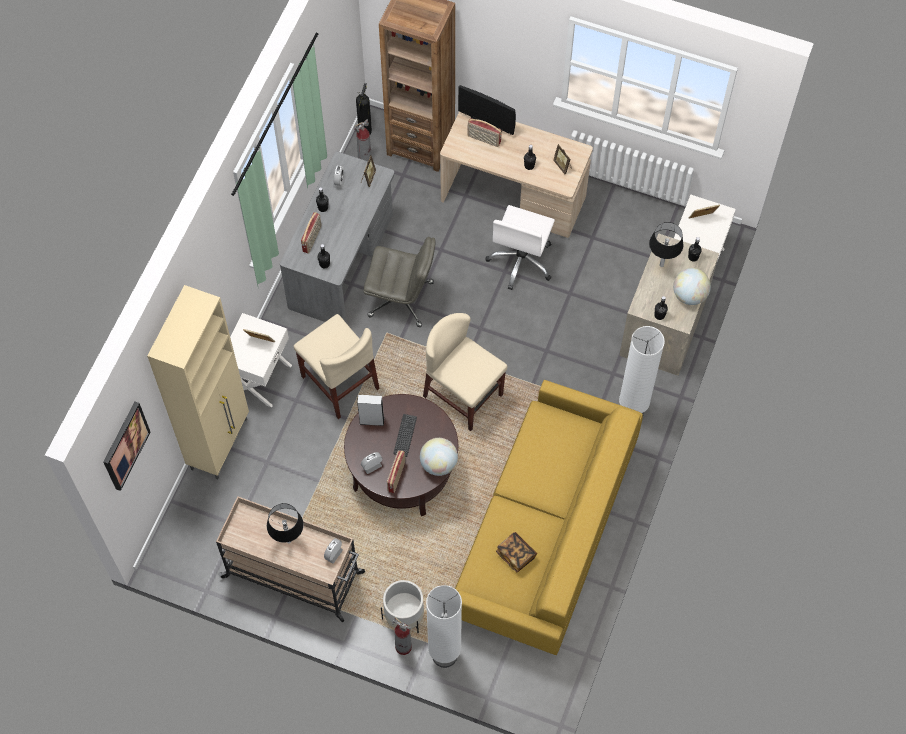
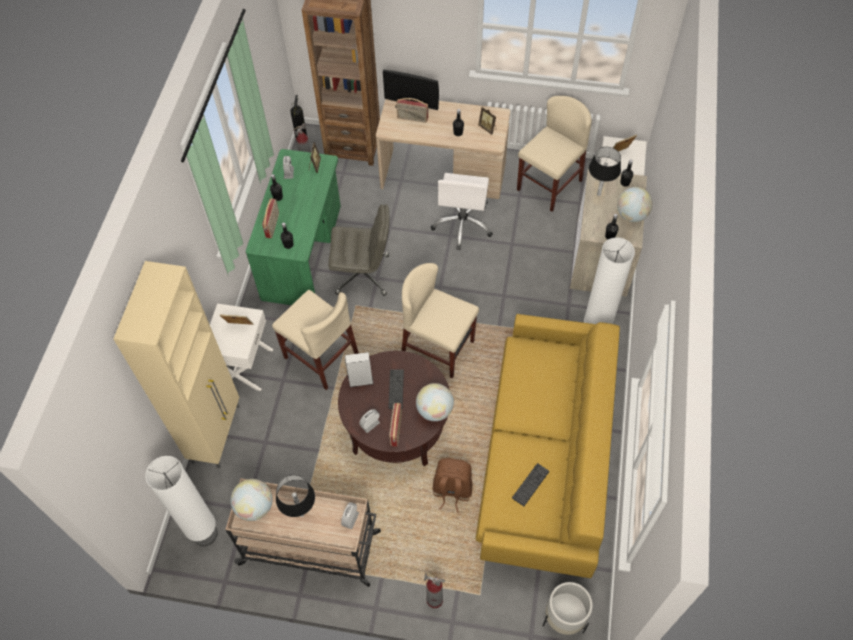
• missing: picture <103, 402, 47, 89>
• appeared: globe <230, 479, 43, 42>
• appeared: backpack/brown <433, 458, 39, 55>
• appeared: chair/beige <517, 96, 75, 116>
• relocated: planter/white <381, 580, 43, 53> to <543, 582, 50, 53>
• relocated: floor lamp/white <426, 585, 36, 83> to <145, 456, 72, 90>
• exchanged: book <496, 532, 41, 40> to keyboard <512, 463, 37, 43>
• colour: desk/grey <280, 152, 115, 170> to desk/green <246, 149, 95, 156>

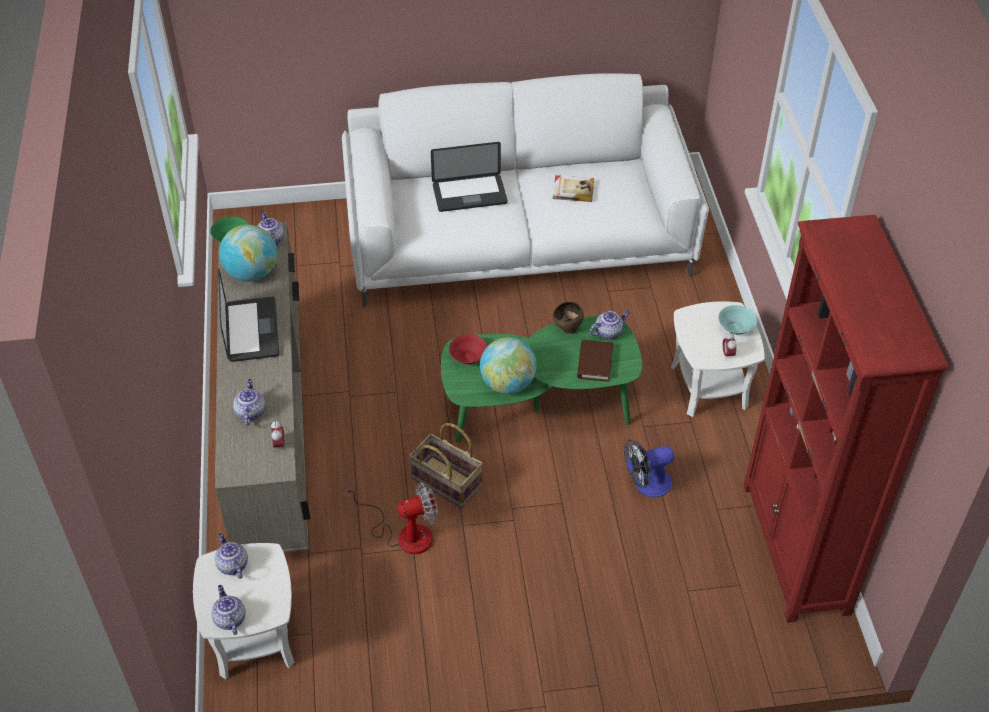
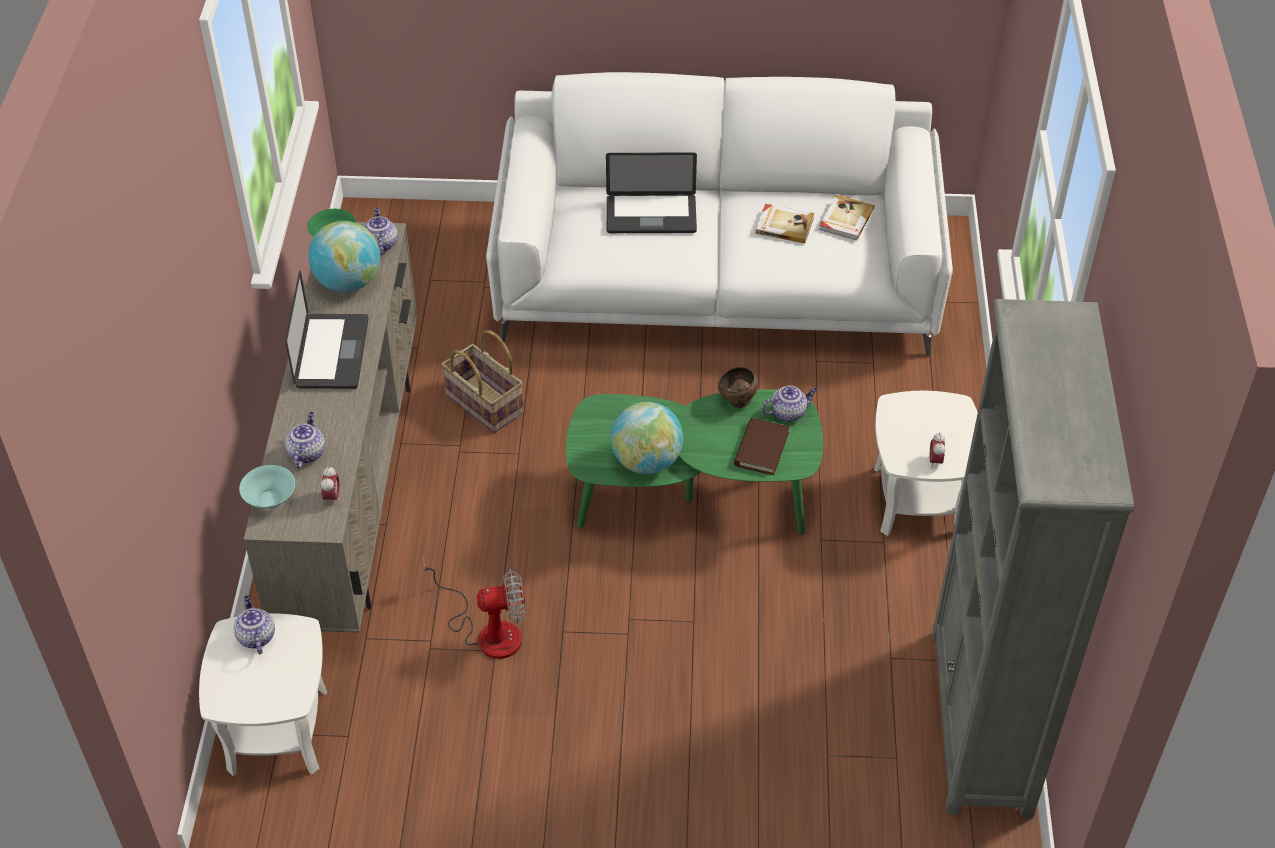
• missing: teapot <211, 585, 35, 50>
• missing: bowl/red <449, 334, 38, 31>
• missing: fan <624, 439, 50, 58>
• appeared: book <819, 194, 55, 46>
• relocated: basket <409, 423, 74, 85> to <441, 330, 83, 103>
• relocated: bowl/turquoise <718, 305, 39, 30> to <239, 465, 56, 43>
• colour: bookcase/red <743, 215, 205, 408> to bookcase/grey <932, 299, 202, 519>

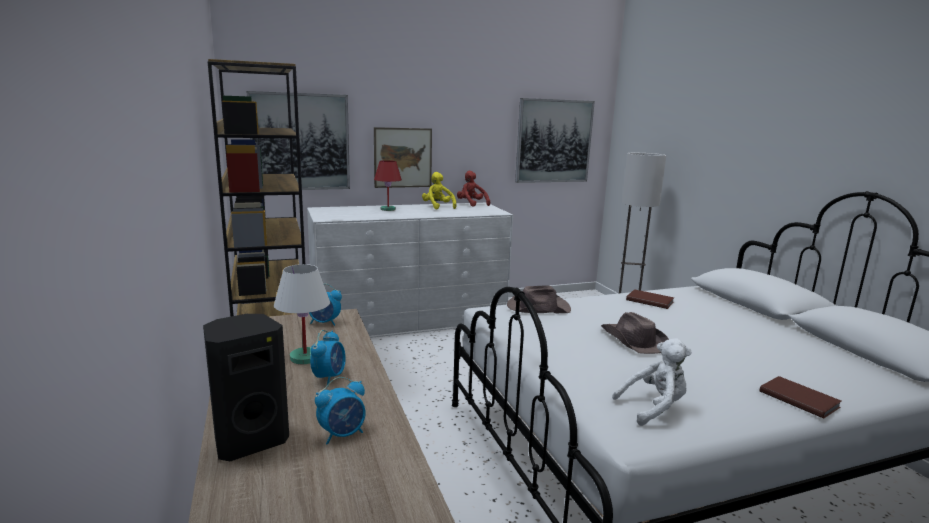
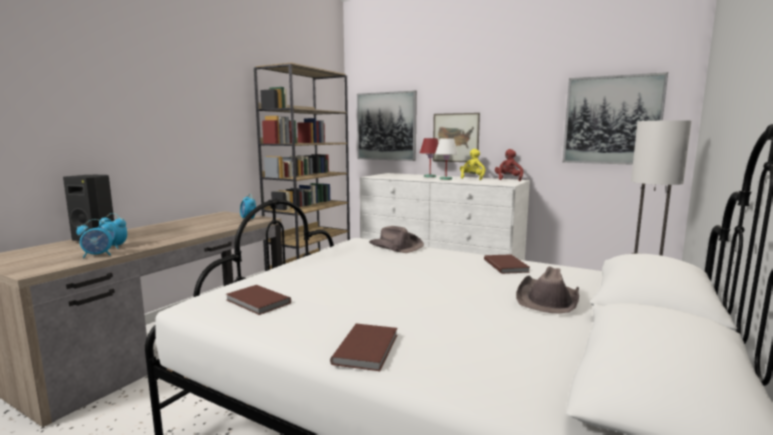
• relocated: table lamp/white <274, 264, 56, 100> to <435, 138, 23, 42>
• relocated: alarm clock <310, 330, 36, 55> to <76, 219, 38, 40>
• relocated: hat/brown <601, 312, 68, 42> to <516, 267, 63, 46>
• exchanged: plush toy/white <612, 338, 80, 88> to book/brown <226, 285, 65, 30>

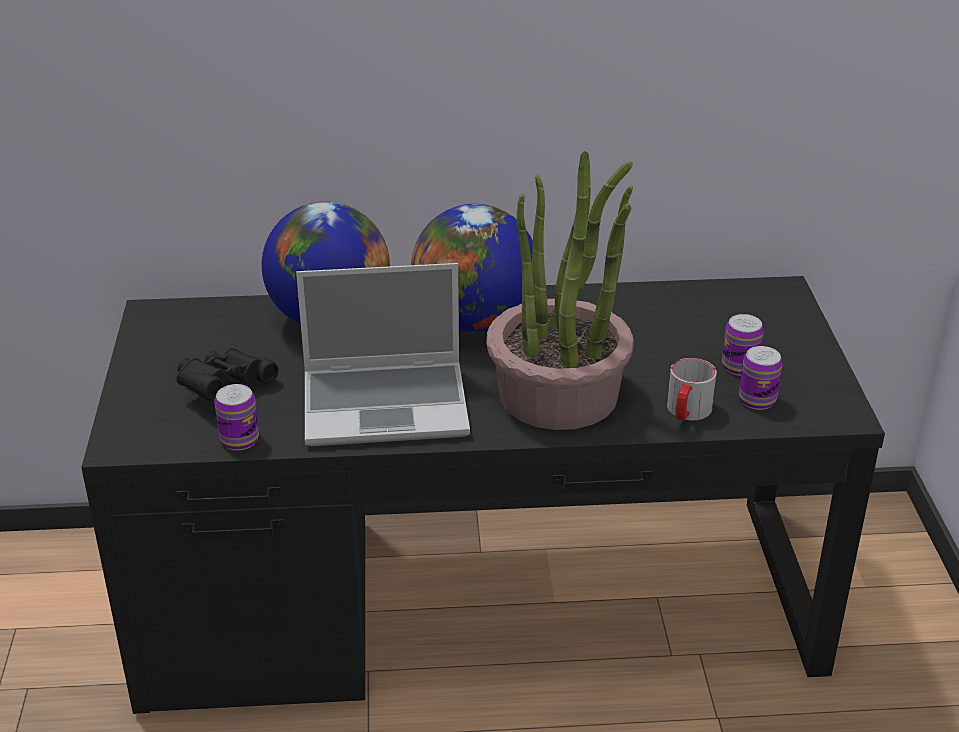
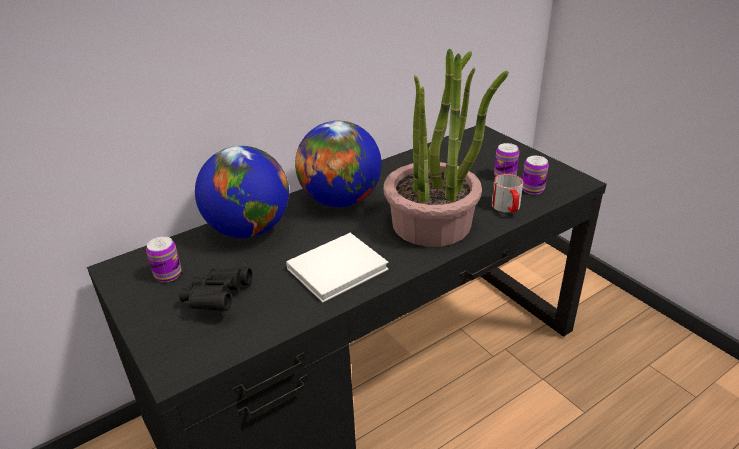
• relocated: can <214, 384, 45, 66> to <146, 236, 35, 46>
• exchanged: laptop <296, 263, 174, 183> to book/white <286, 233, 103, 70>

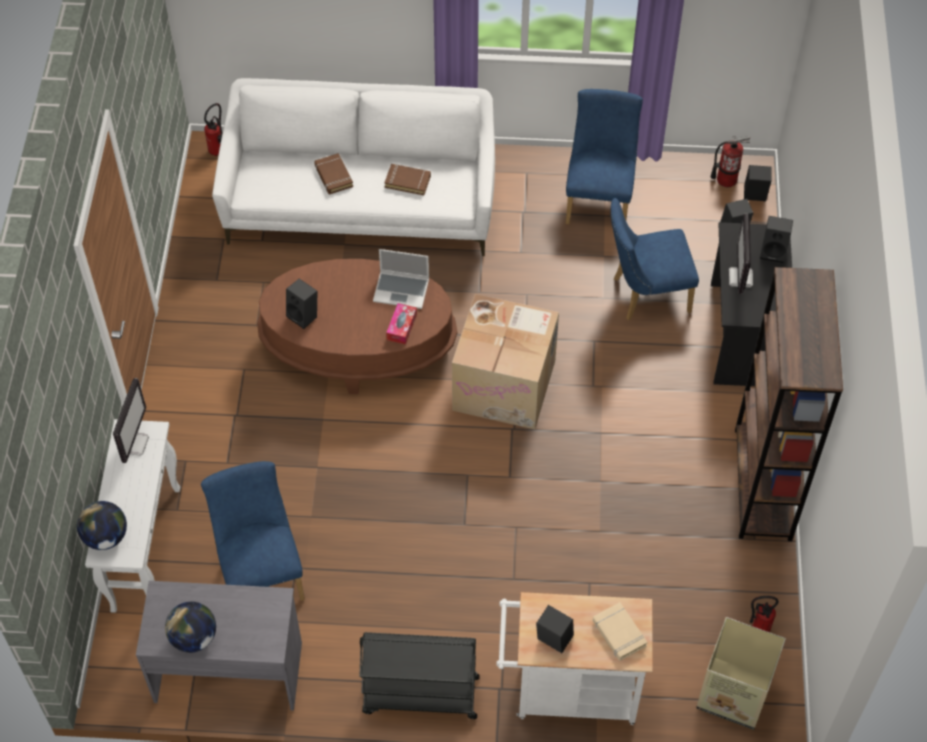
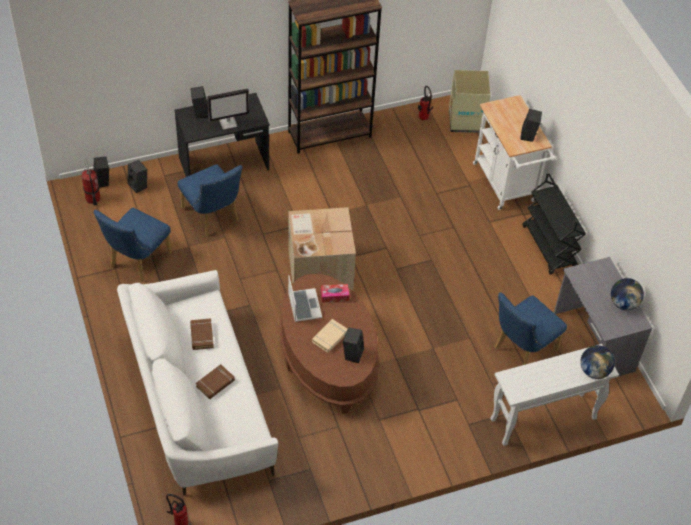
• missing: monitor <113, 378, 36, 85>
• relocated: book/beige <593, 602, 55, 59> to <312, 319, 35, 34>
• spun: chair/blue <566, 89, 77, 135> = <93, 208, 79, 74> 45 degrees counterclockwise

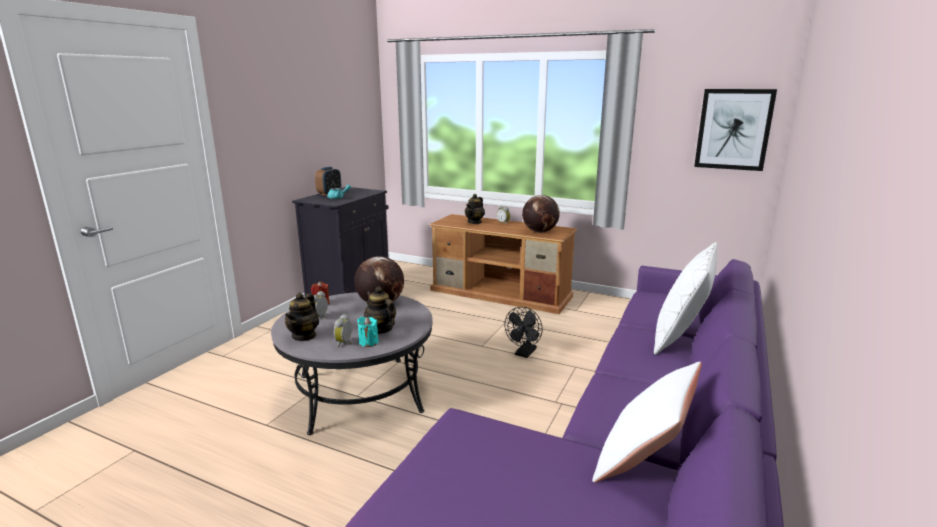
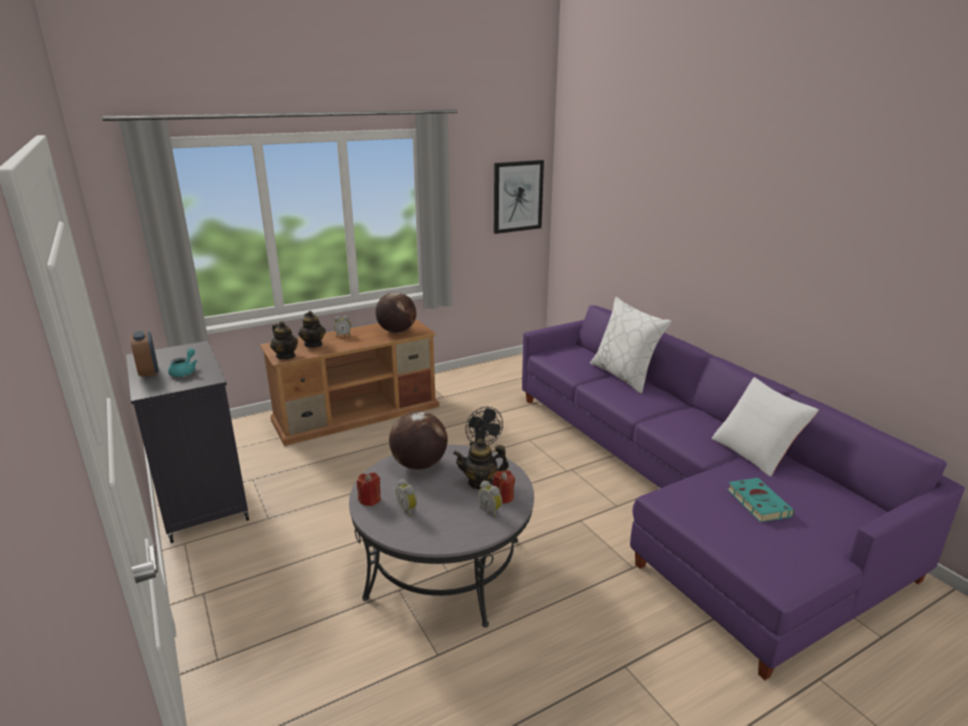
• appeared: book/turquoise <727, 478, 67, 44>
• relocated: teapot <285, 293, 34, 48> to <270, 321, 28, 38>
• colour: candle/turquoise <357, 317, 22, 30> to candle/red <493, 470, 22, 34>

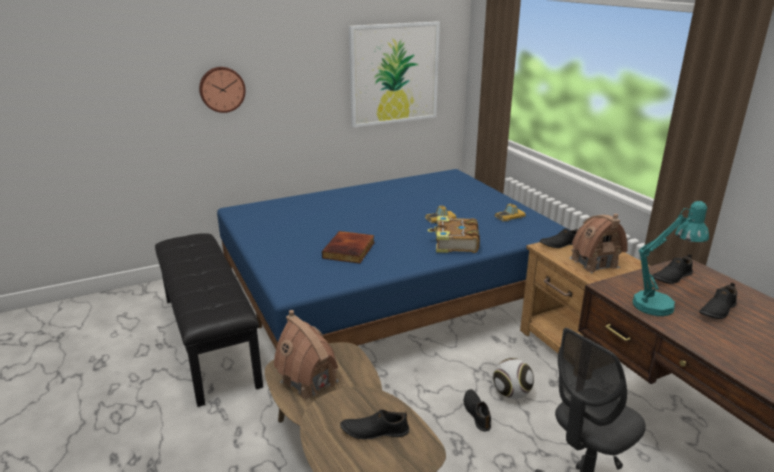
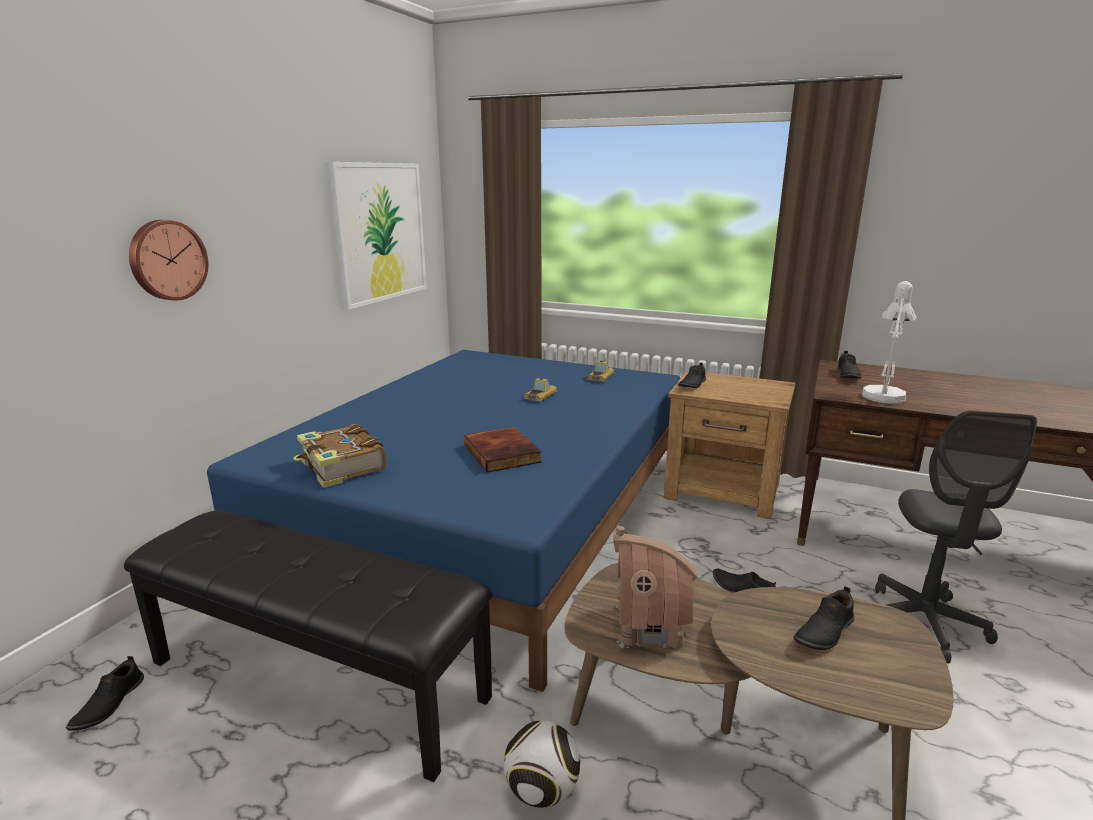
• missing: toy house <570, 214, 57, 60>
• relocated: book <427, 216, 53, 37> to <293, 424, 93, 64>
• relocated: football <493, 358, 41, 41> to <504, 721, 76, 87>
• relocated: shoe/black <699, 282, 38, 37> to <66, 656, 78, 75>
• colour: table lamp/turquoise <632, 201, 77, 115> to table lamp/white <862, 281, 54, 123>

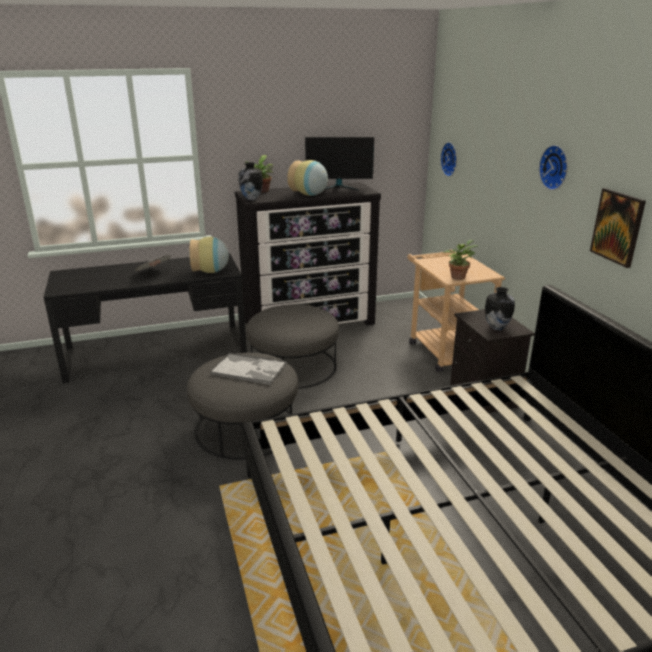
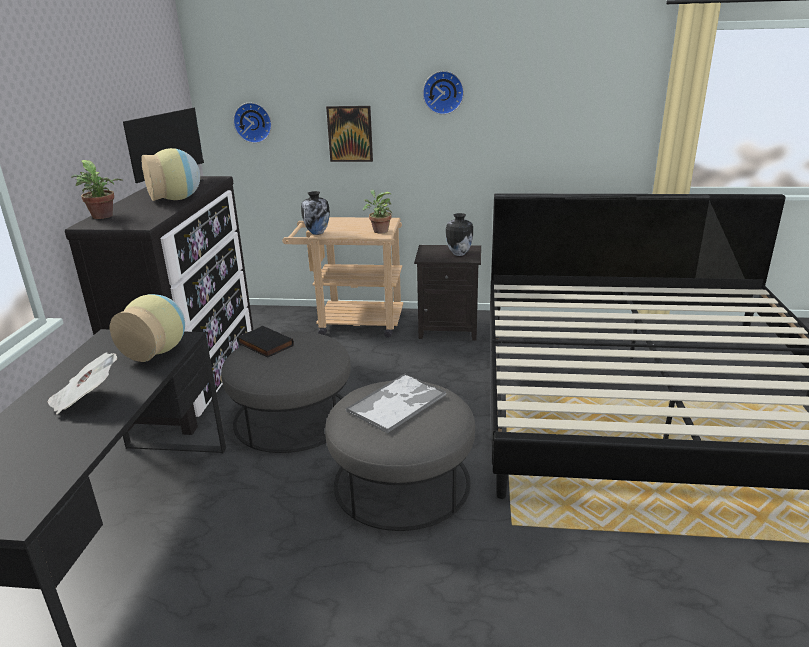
• appeared: book/black <238, 326, 56, 32>
• relocated: vase <238, 162, 25, 38> to <301, 191, 29, 44>
• relocated: picture <590, 188, 56, 80> to <326, 106, 47, 56>

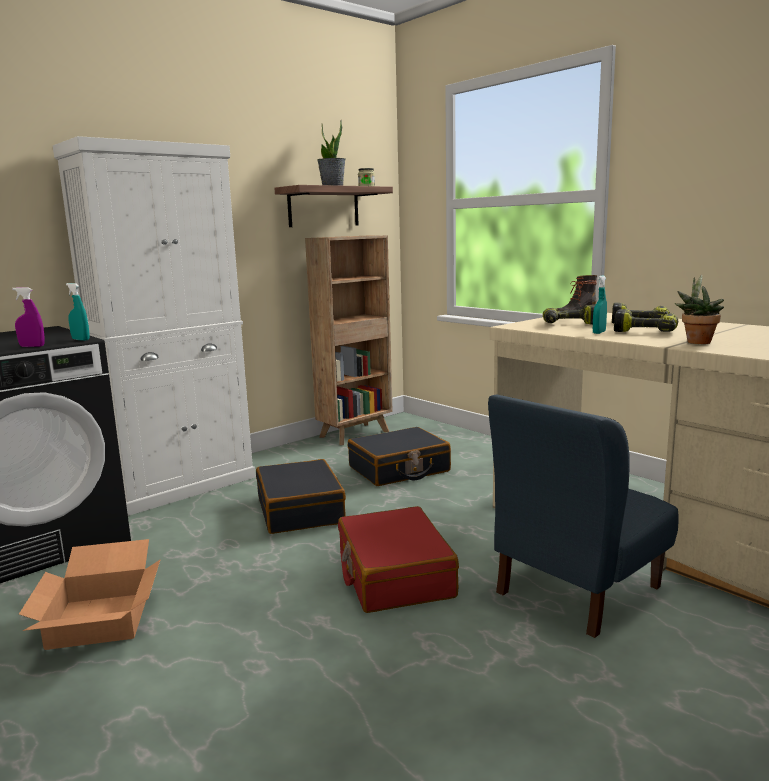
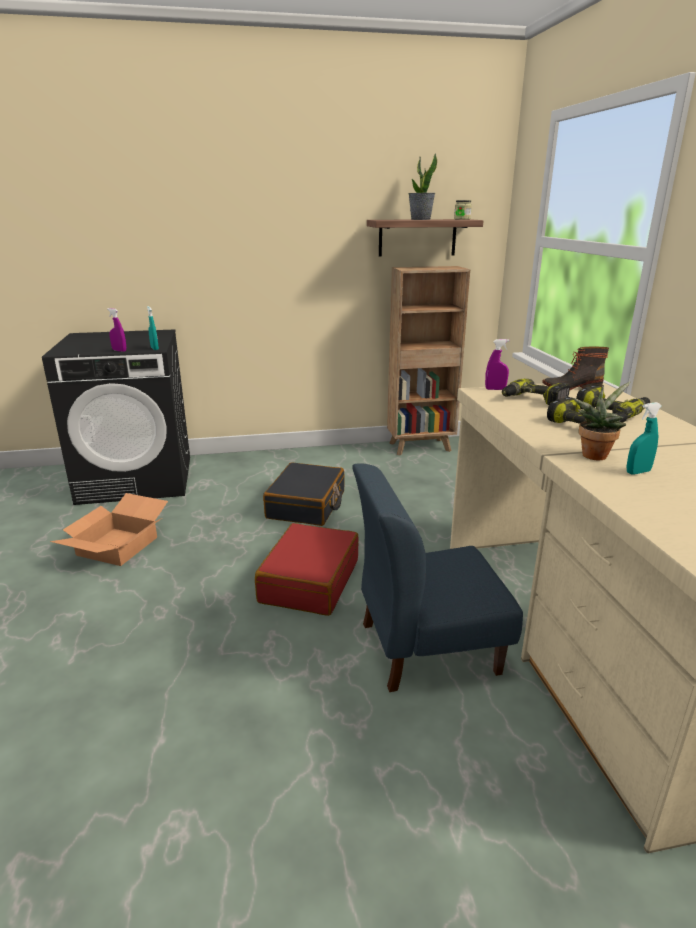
• missing: cabinet/white <53, 136, 203, 380>
• missing: suitcase/black <348, 427, 103, 59>
• appeared: spray bottle/purple <485, 339, 25, 51>
• relocated: spray bottle/turquoise <593, 275, 14, 59> to <626, 402, 36, 72>

